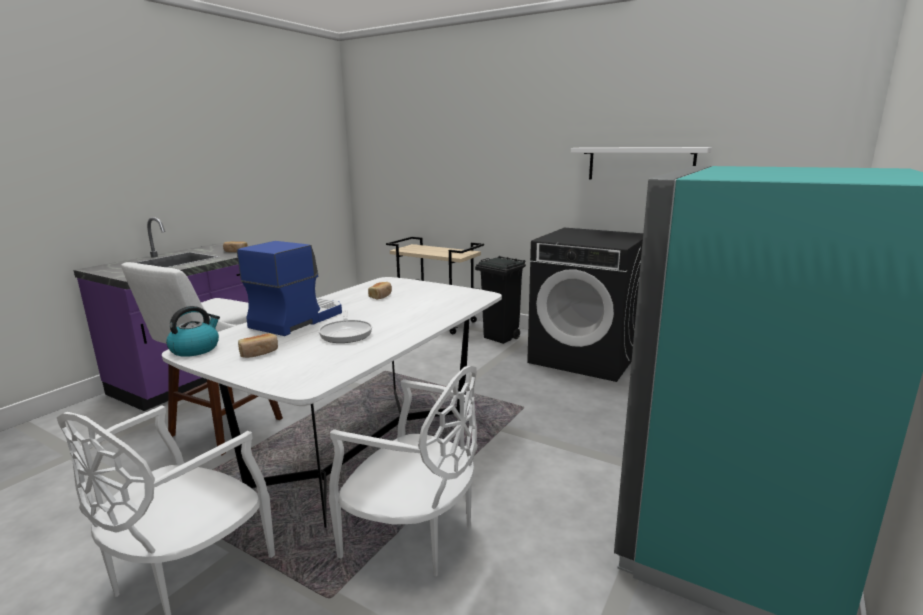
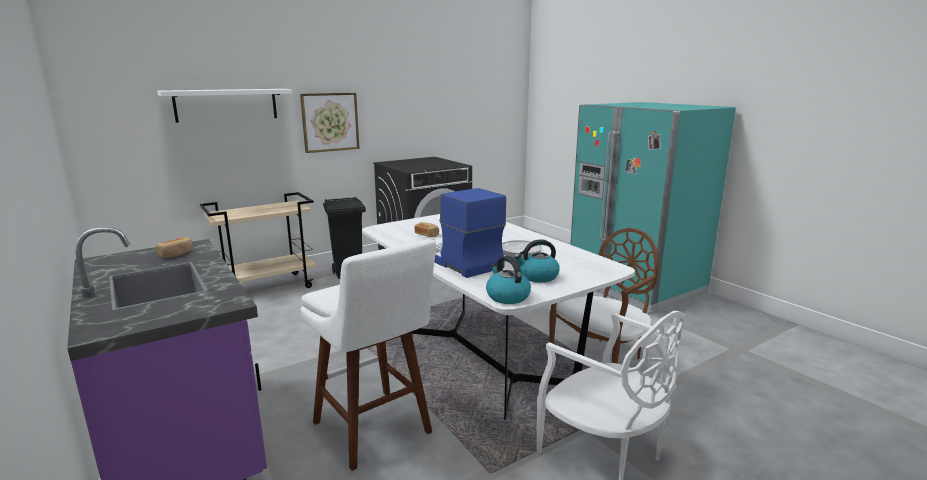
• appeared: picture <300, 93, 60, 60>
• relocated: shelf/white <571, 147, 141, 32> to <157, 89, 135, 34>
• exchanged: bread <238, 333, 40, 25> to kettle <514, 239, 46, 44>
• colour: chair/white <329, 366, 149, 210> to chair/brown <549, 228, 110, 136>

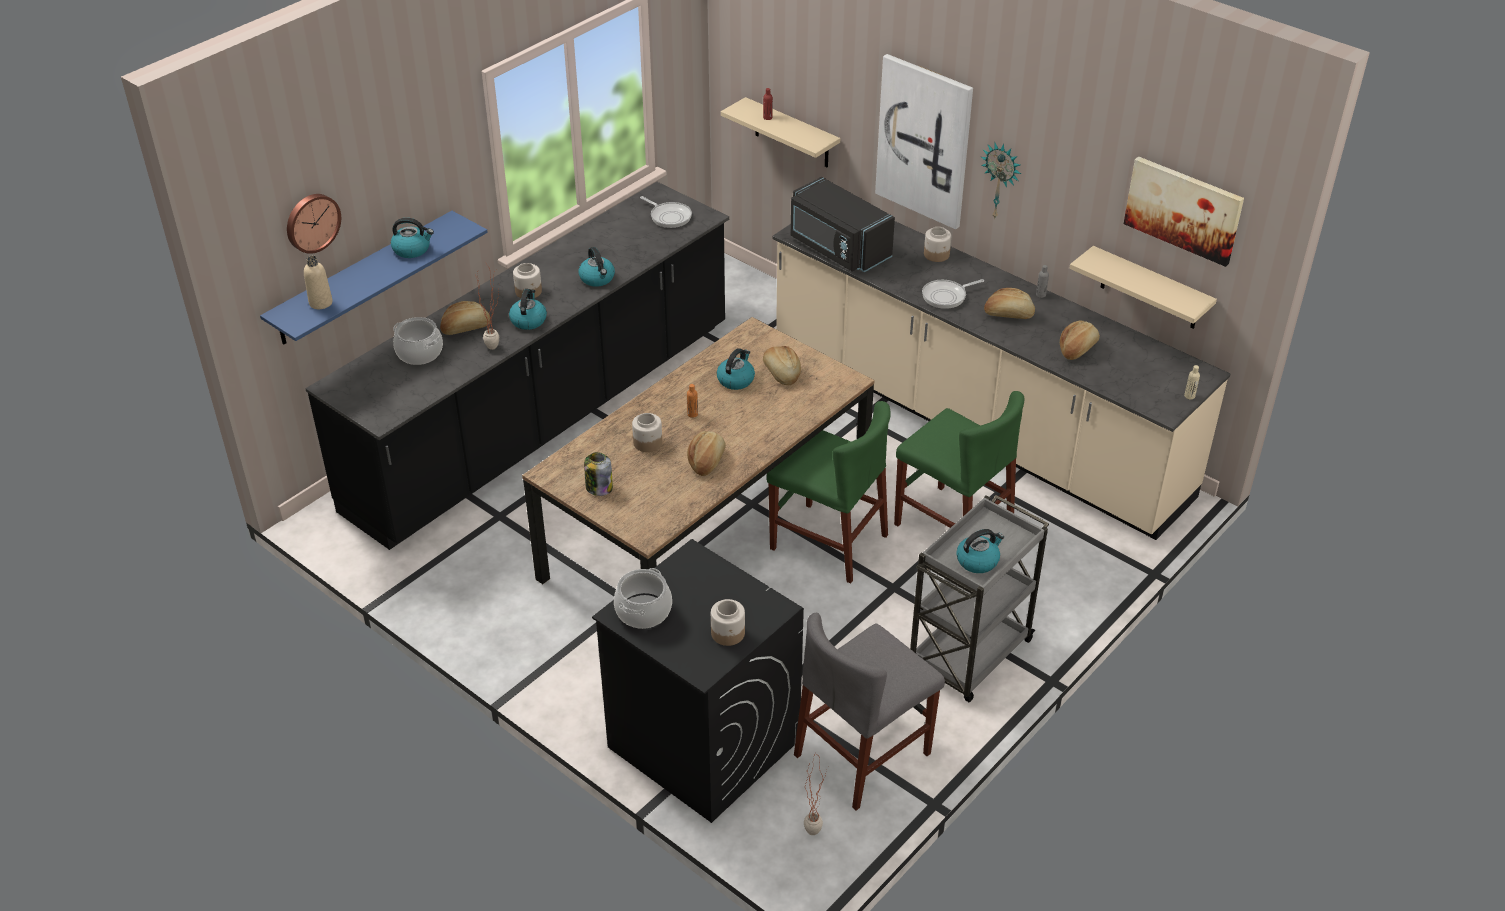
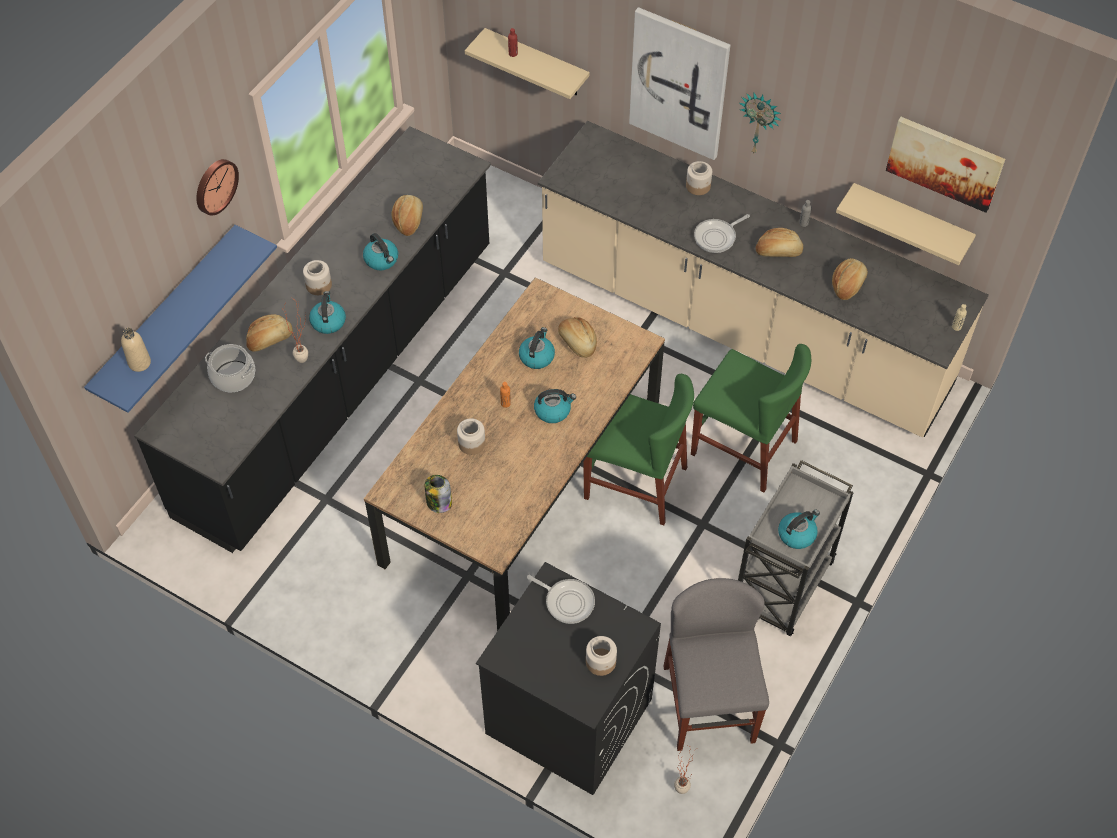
• missing: cooking pot <614, 568, 58, 61>
• missing: microwave/black <791, 177, 104, 95>
• relocated: wall clock <287, 194, 54, 60> to <196, 159, 43, 57>
• relocated: kettle <391, 218, 43, 40> to <534, 389, 42, 34>
• relocated: frying pan <640, 196, 52, 32> to <527, 575, 68, 49>
• relocated: bread <687, 431, 39, 45> to <392, 195, 31, 41>
• spun: chair/grey <794, 613, 151, 197> = <663, 578, 106, 173> 135 degrees clockwise

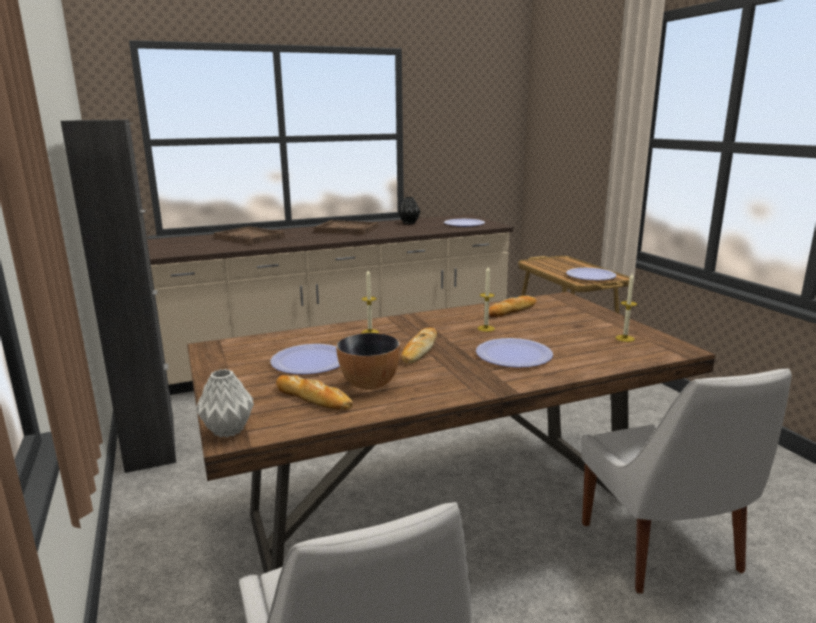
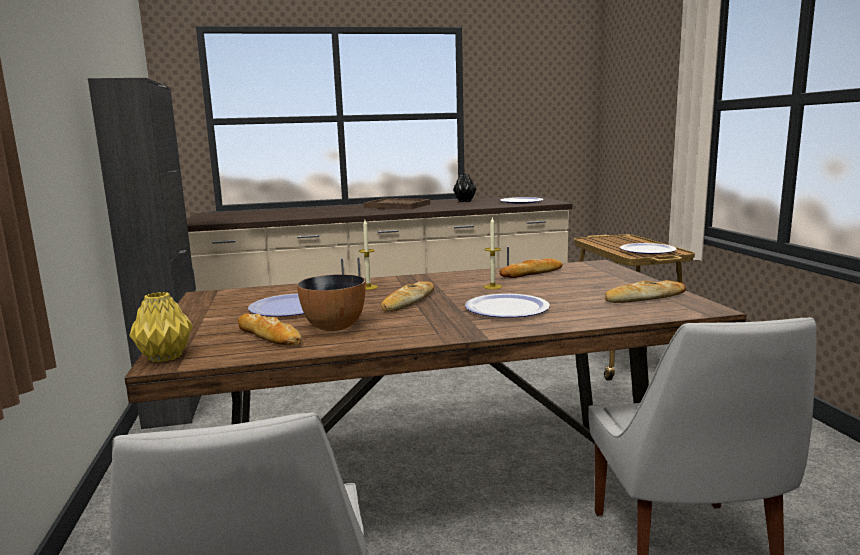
• missing: tray/brown <214, 226, 71, 19>
• exchanged: candle <616, 273, 21, 69> to bread <605, 280, 81, 23>
• colour: vase/grey <195, 369, 59, 69> to vase/yellow <129, 292, 64, 70>

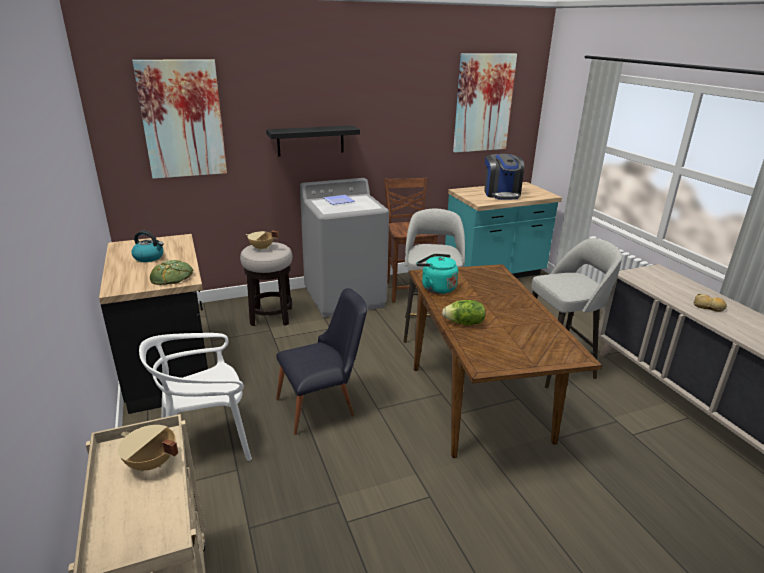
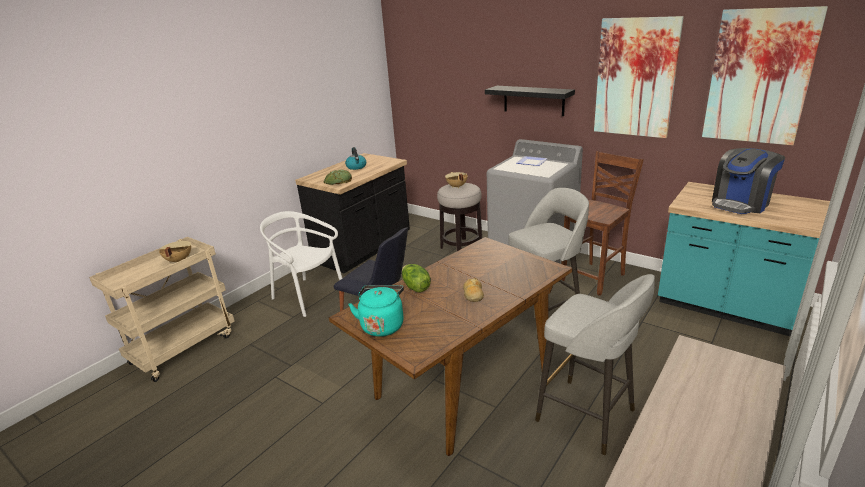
• relocated: picture <132, 59, 95, 120> to <594, 16, 90, 122>
• relocated: kettle/turquoise <416, 254, 42, 40> to <348, 285, 56, 52>
• relocated: bread <693, 294, 34, 18> to <463, 278, 21, 24>

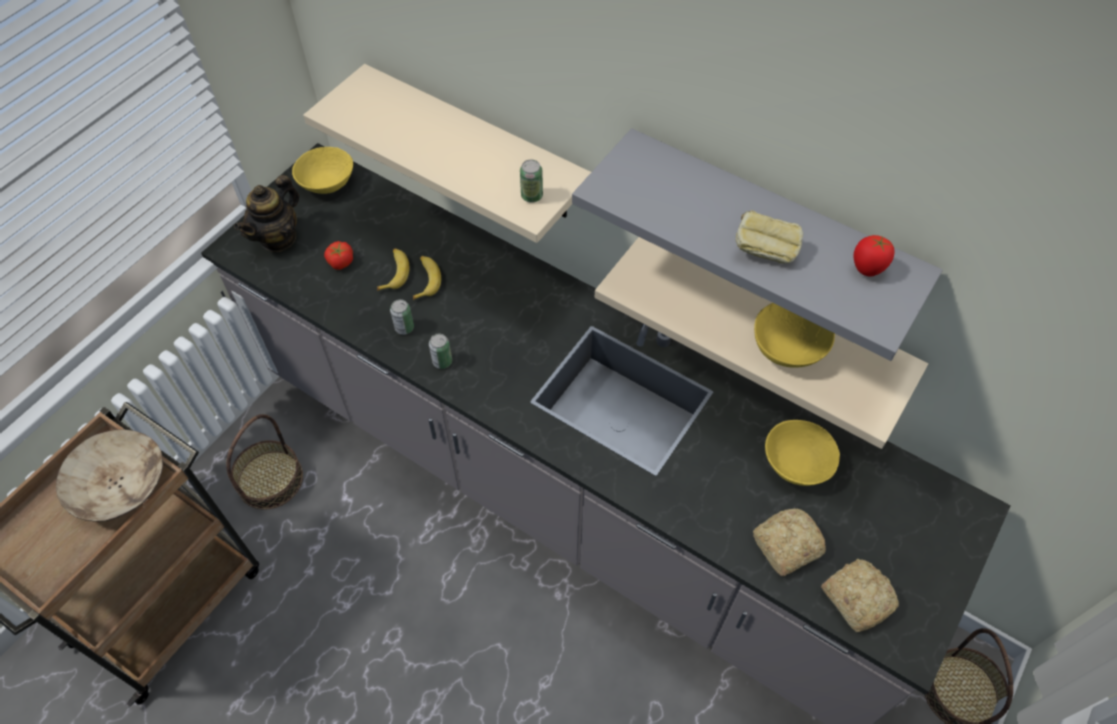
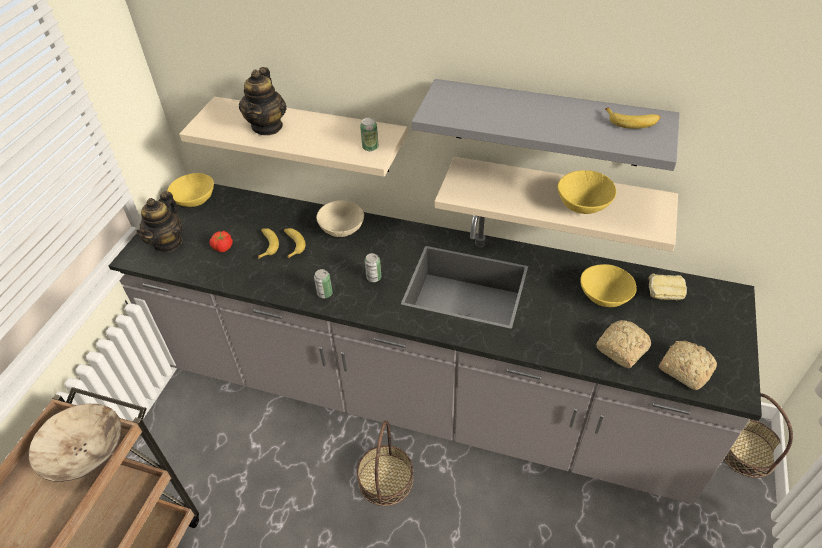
• appeared: teapot <239, 67, 47, 68>
• appeared: bowl/beige <316, 200, 48, 37>
• relocated: basket <226, 414, 77, 96> to <357, 420, 57, 86>
• relocated: can <390, 299, 24, 36> to <365, 253, 16, 29>
• relocated: bread <736, 210, 67, 54> to <649, 274, 38, 26>
• exchanged: tomato <853, 235, 42, 42> to banana <605, 108, 56, 21>

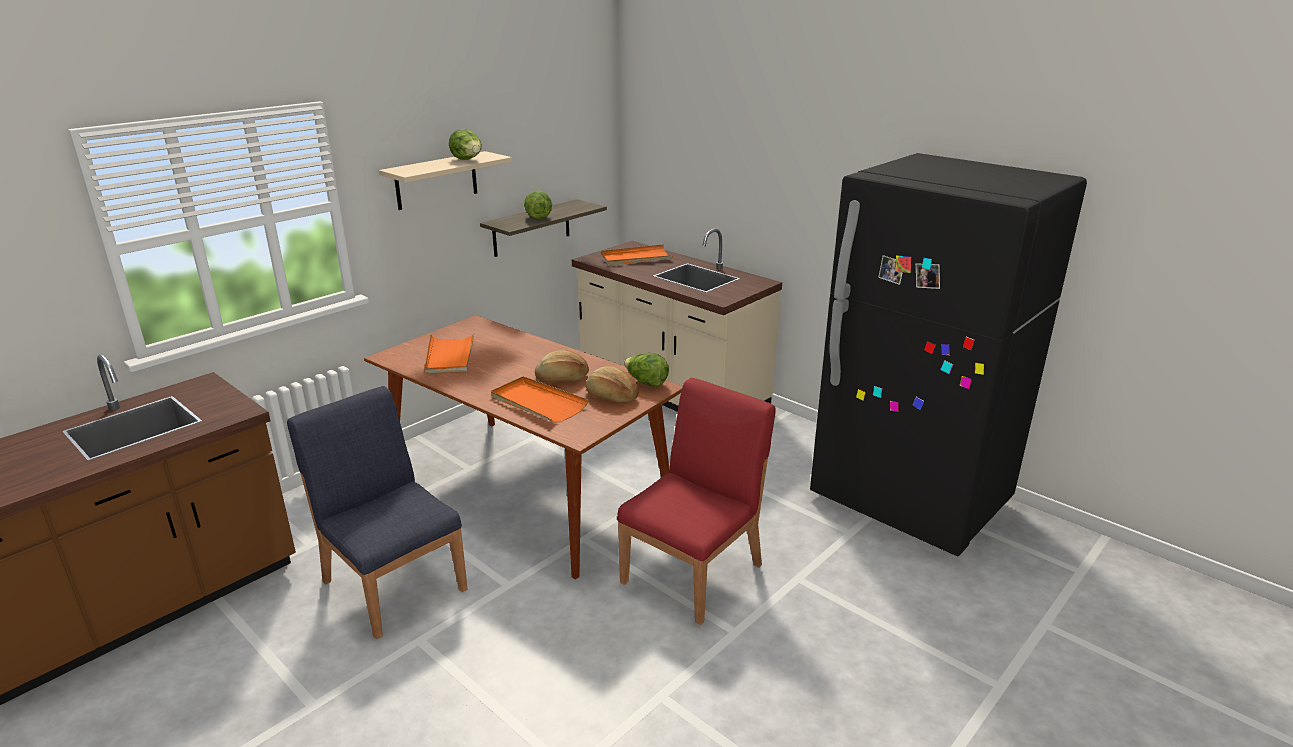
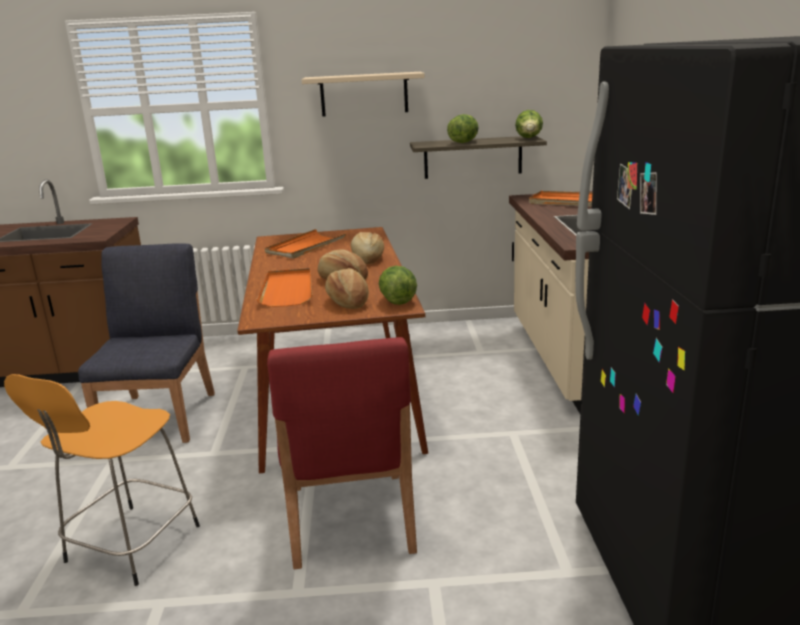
• appeared: stool/orange <4, 374, 196, 212>
• appeared: bread <351, 232, 33, 32>
• relocated: lettuce <449, 129, 33, 31> to <515, 110, 28, 28>
• spun: chair/red <617, 378, 159, 247> = <267, 337, 150, 232> 90 degrees clockwise

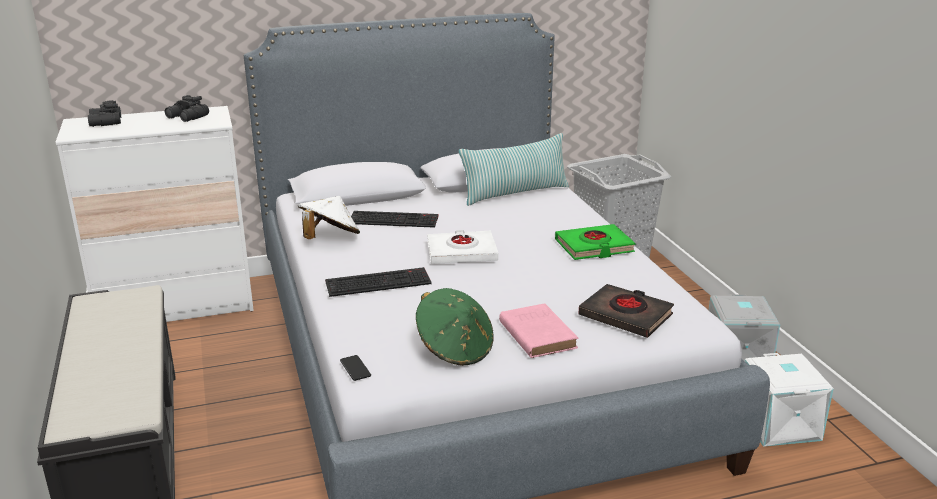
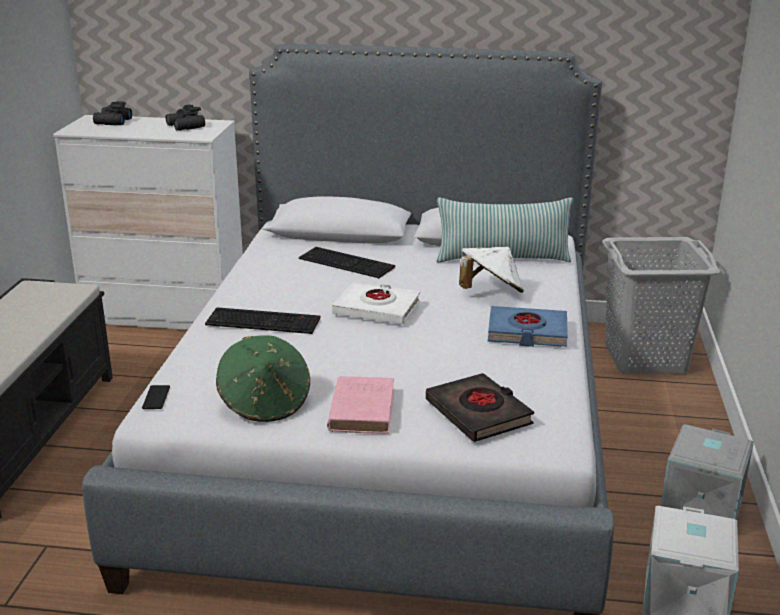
• relocated: hat/white <298, 196, 62, 43> to <459, 247, 65, 46>
• colour: book/green <555, 224, 81, 36> to book/blue <488, 306, 80, 41>

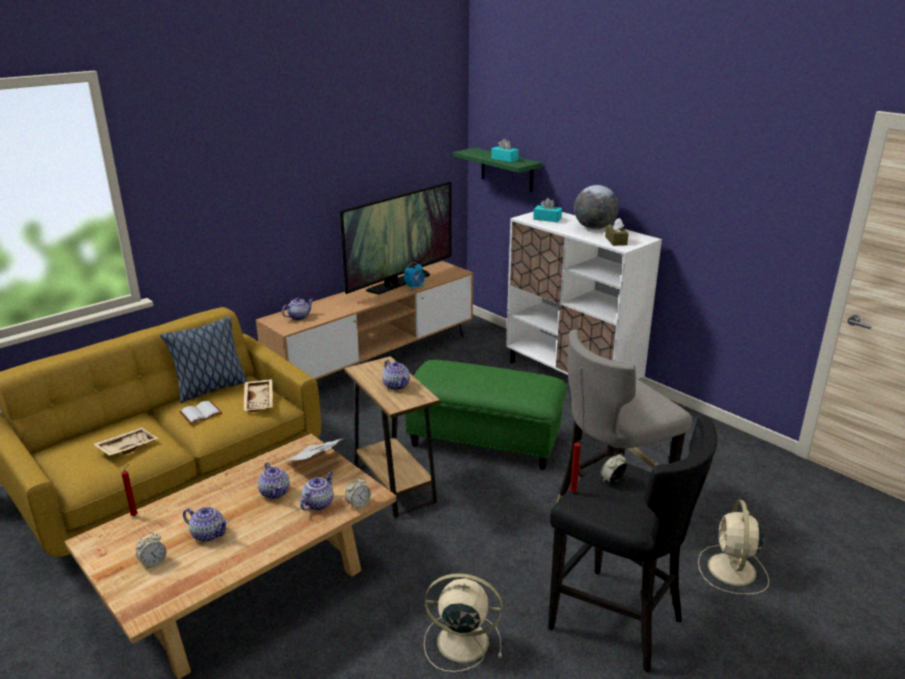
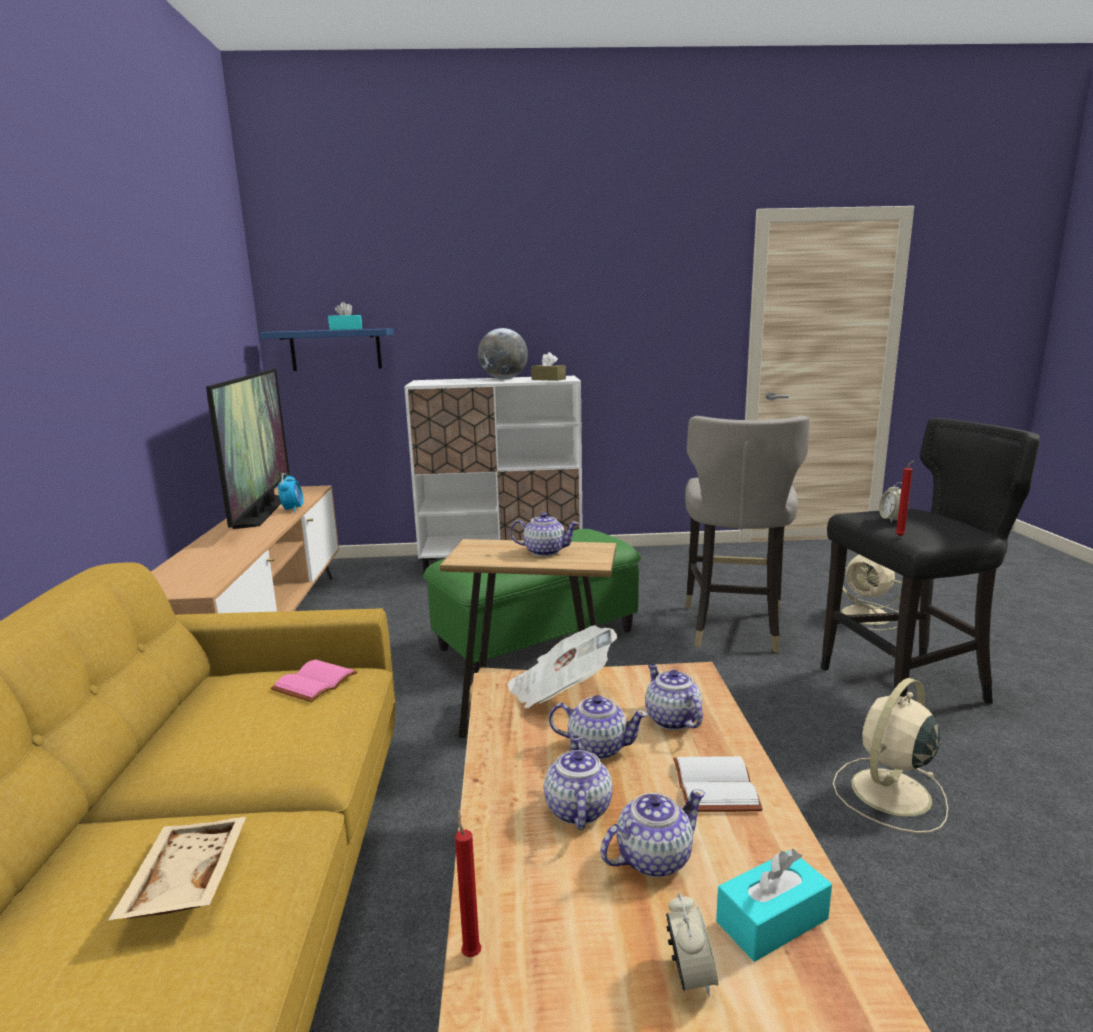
• missing: pillow <160, 316, 88, 87>
• missing: alarm clock <345, 477, 26, 33>
• relocated: book/white <180, 401, 42, 23> to <673, 756, 90, 56>
• relocated: teapot <282, 298, 31, 22> to <544, 736, 69, 94>
• relocated: tissue box/turquoise <533, 198, 29, 24> to <716, 849, 116, 113>
• exchanged: tray/beige <244, 379, 29, 33> to book/pink <271, 659, 86, 43>
• colour: shelf/green <453, 148, 89, 44> to shelf/blue <260, 328, 134, 43>

